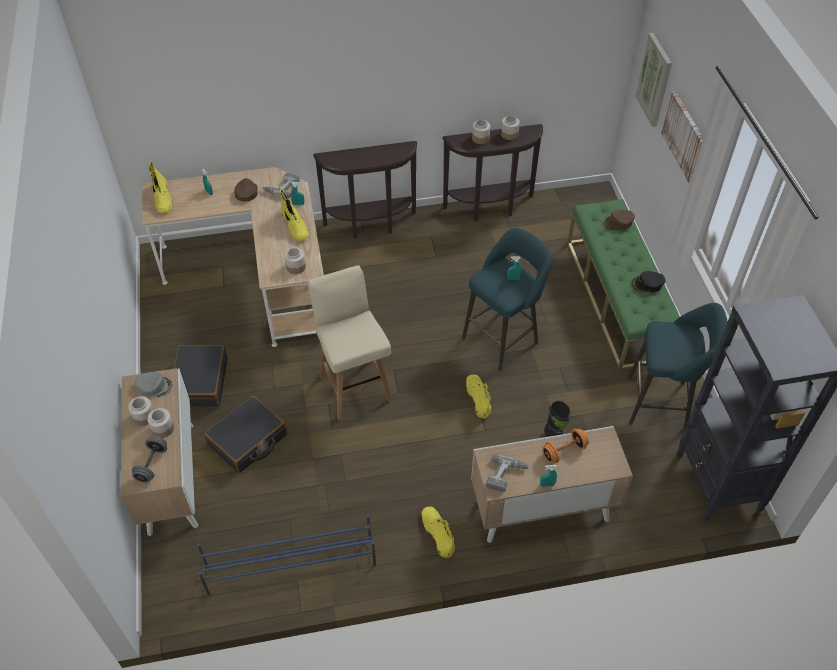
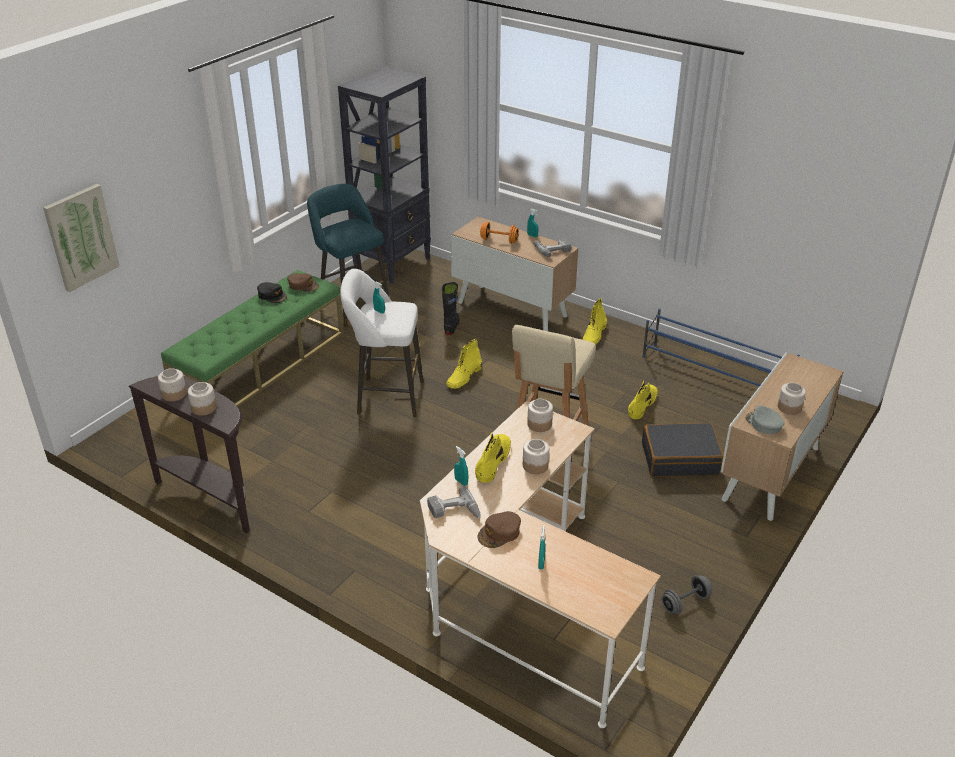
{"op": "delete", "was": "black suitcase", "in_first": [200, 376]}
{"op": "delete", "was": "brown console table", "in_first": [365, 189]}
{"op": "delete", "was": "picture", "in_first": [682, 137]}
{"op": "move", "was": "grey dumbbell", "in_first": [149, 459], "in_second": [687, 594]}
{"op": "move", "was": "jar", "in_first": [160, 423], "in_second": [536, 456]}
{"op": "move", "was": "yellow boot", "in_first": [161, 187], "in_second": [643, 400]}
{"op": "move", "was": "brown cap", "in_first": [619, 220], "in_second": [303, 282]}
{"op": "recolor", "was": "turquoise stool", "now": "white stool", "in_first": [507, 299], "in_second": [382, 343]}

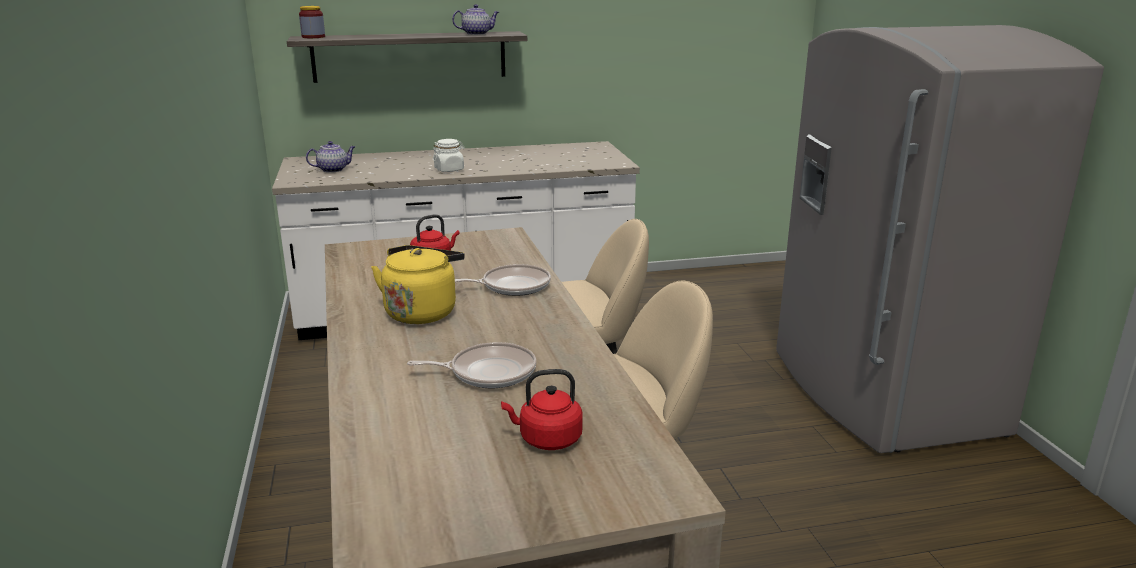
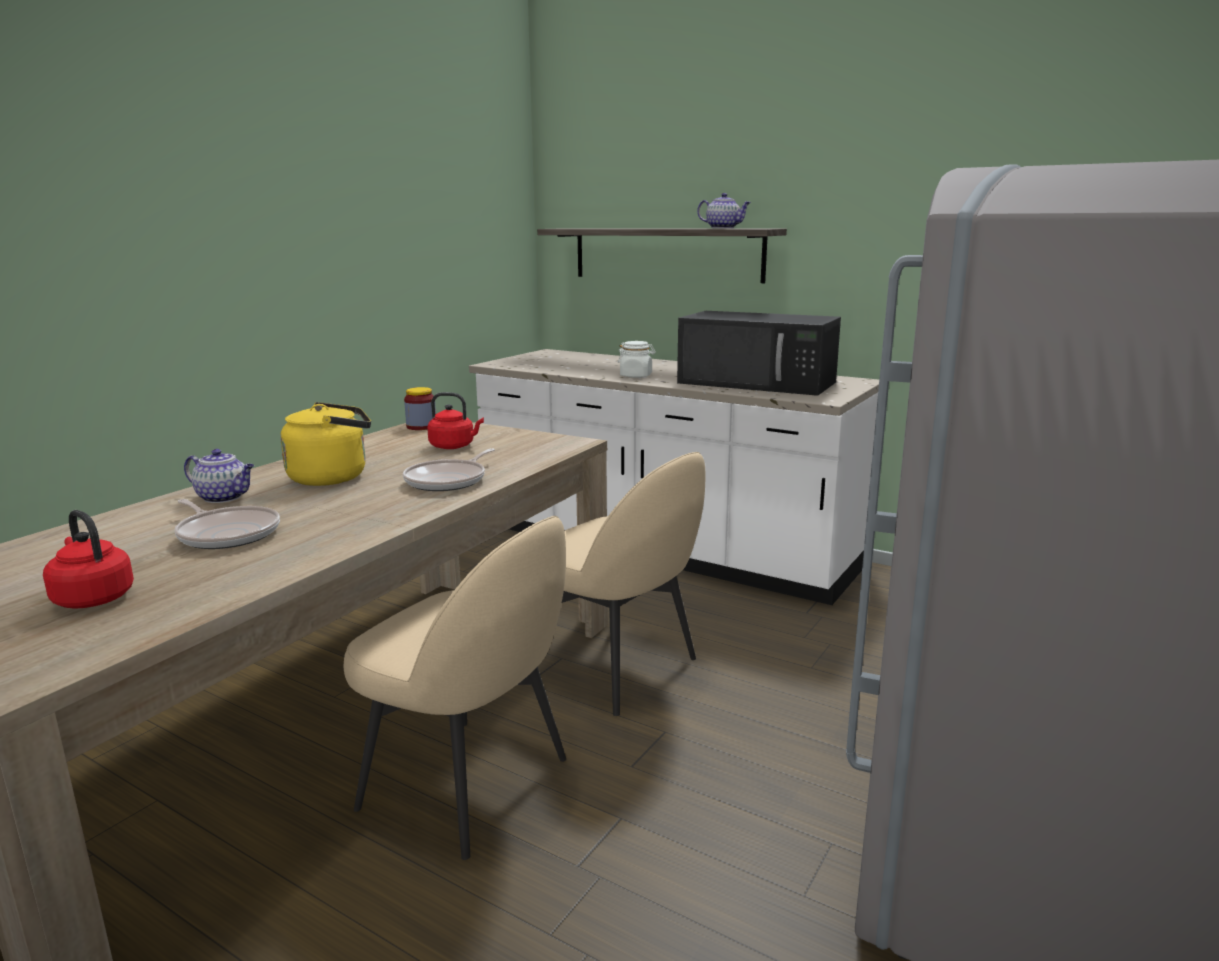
{"op": "insert", "now": "black microwave", "in_second": [759, 353]}
{"op": "move", "was": "jar", "in_first": [312, 22], "in_second": [420, 408]}
{"op": "move", "was": "teapot", "in_first": [330, 157], "in_second": [219, 476]}
{"op": "rotate", "was": "frying pan", "in_first": [503, 280], "in_second": [449, 469], "clockwise": 90}

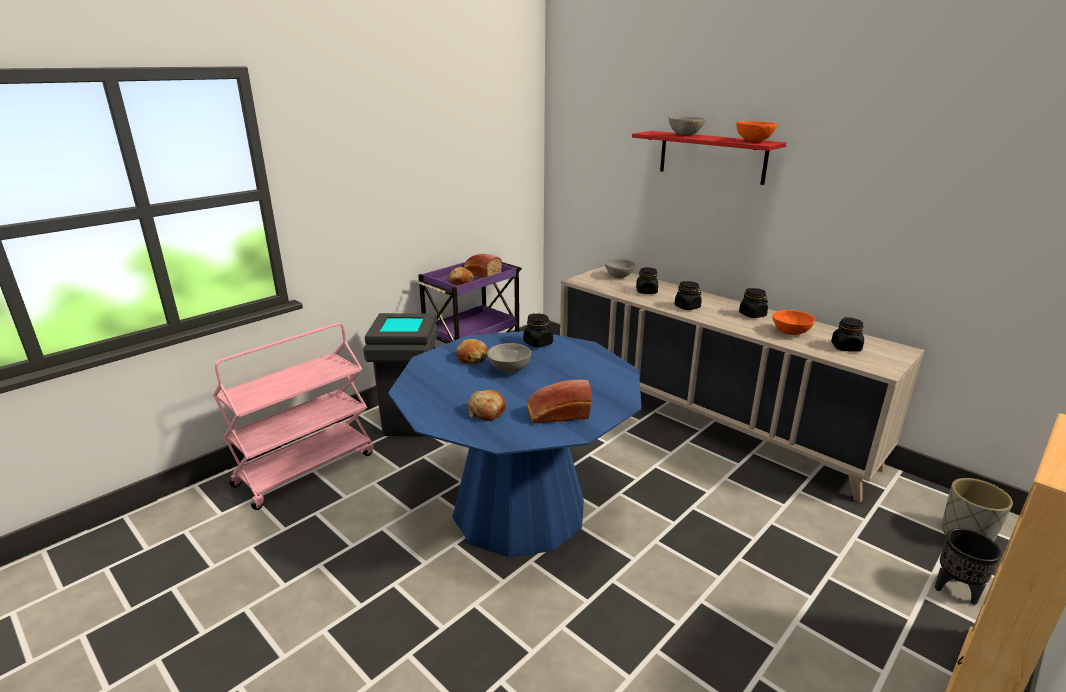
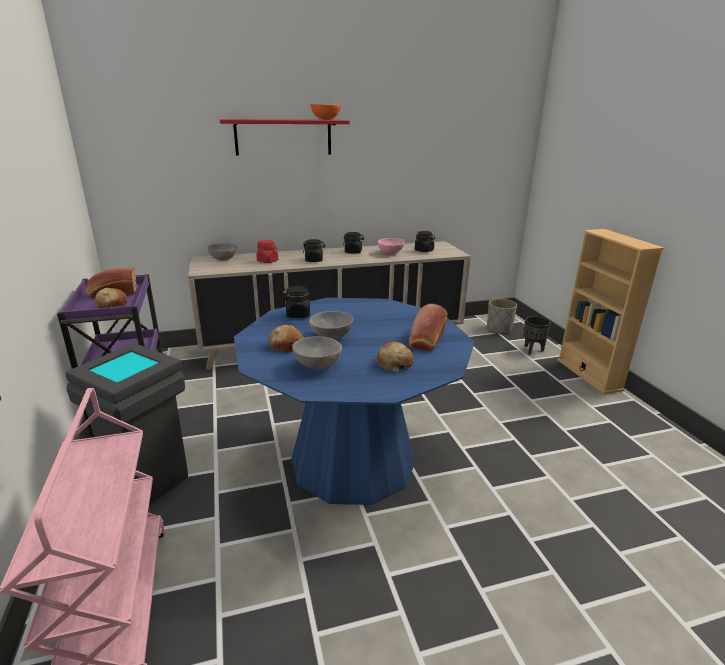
{"op": "move", "was": "grey bowl", "in_first": [687, 126], "in_second": [317, 352]}
{"op": "recolor", "was": "black jar", "now": "red jar", "in_first": [647, 280], "in_second": [267, 251]}
{"op": "recolor", "was": "orange bowl", "now": "pink bowl", "in_first": [793, 322], "in_second": [391, 246]}

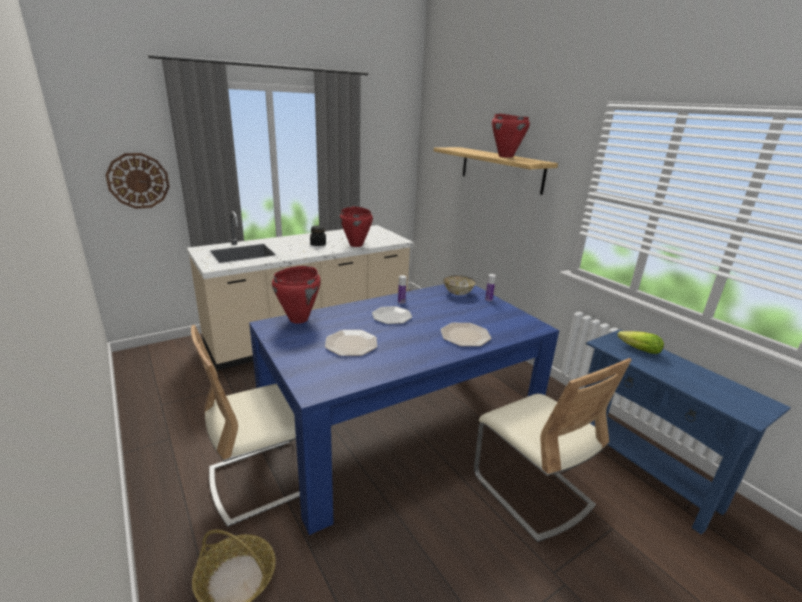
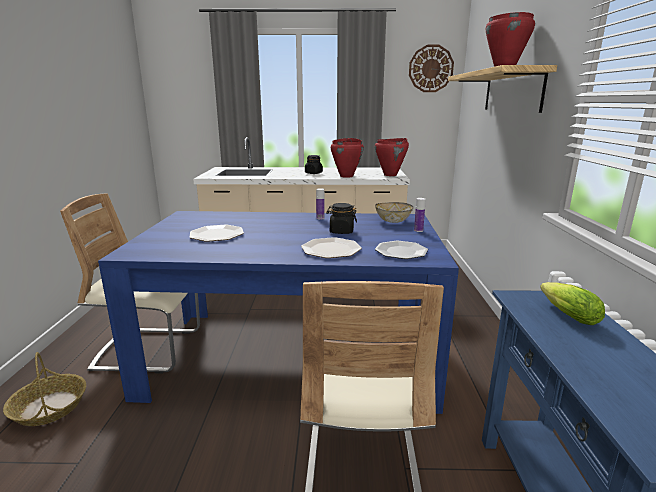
{"op": "insert", "now": "black jar", "in_second": [341, 218]}
{"op": "move", "was": "wall clock", "in_first": [138, 181], "in_second": [431, 68]}
{"op": "move", "was": "red cooking pot", "in_first": [296, 294], "in_second": [392, 157]}
{"op": "move", "was": "plate", "in_first": [392, 315], "in_second": [401, 250]}

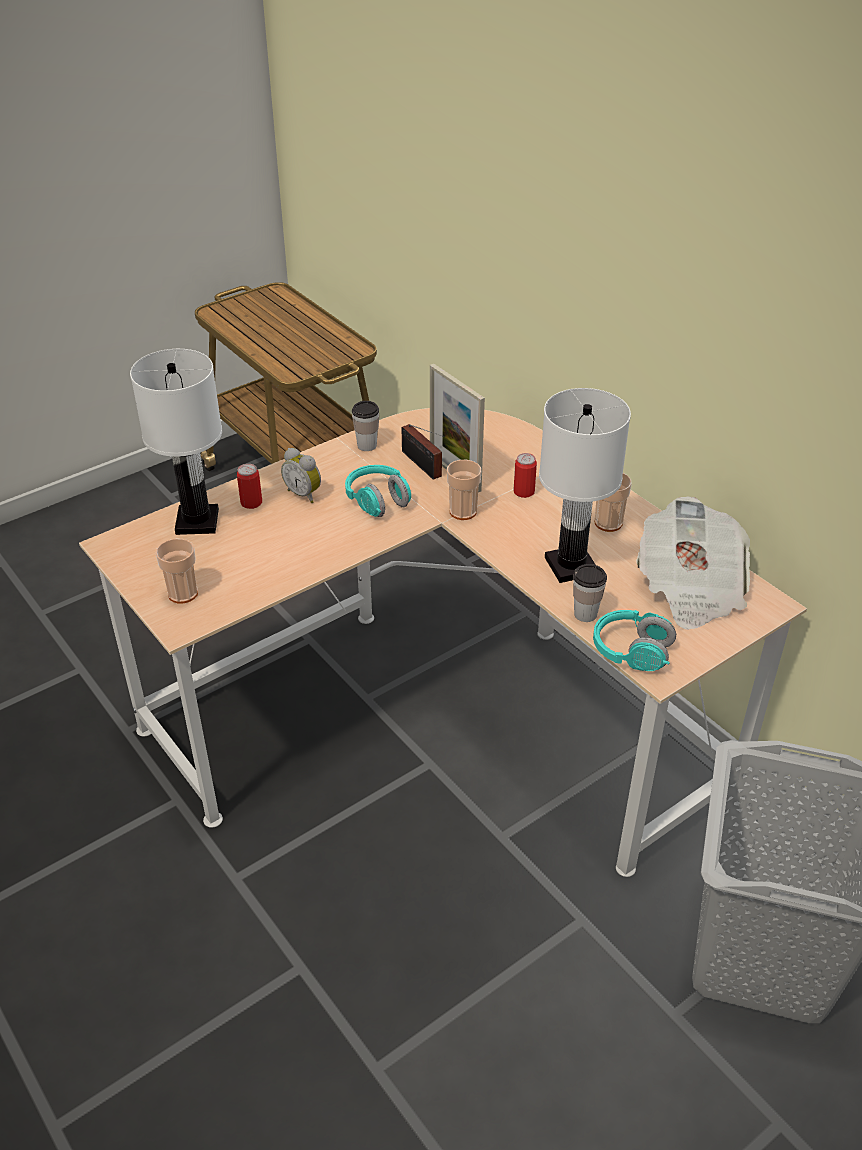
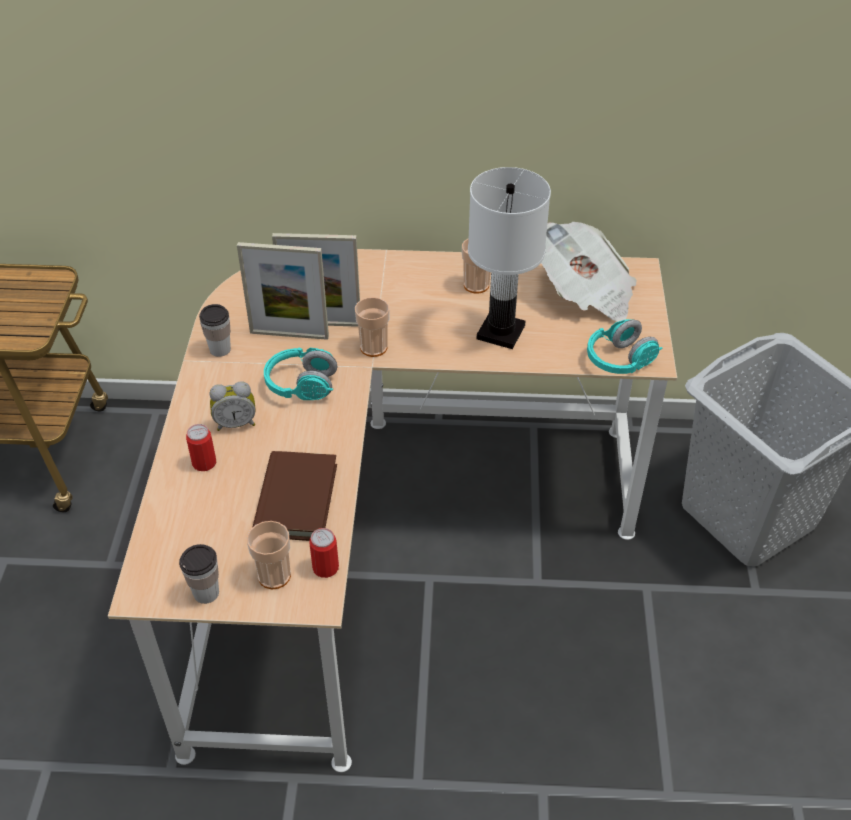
{"op": "delete", "was": "white table lamp", "in_first": [176, 442]}
{"op": "insert", "now": "brown book", "in_second": [294, 496]}
{"op": "move", "was": "can", "in_first": [525, 475], "in_second": [324, 553]}
{"op": "move", "was": "cup", "in_first": [590, 593], "in_second": [199, 574]}
{"op": "replace", "was": "radio", "now": "picture frame", "in_first": [423, 452], "in_second": [283, 291]}

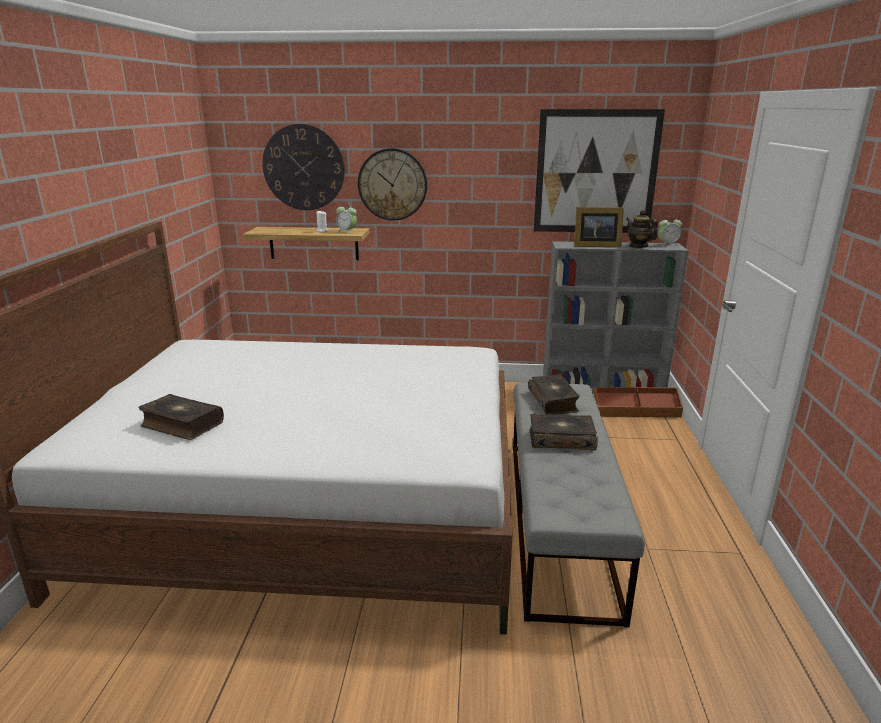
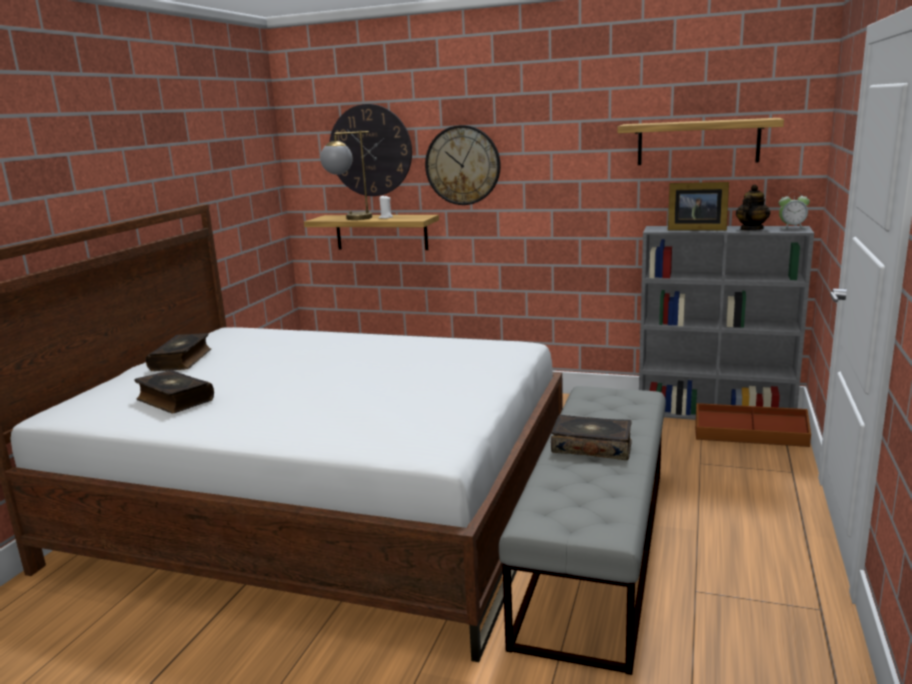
{"op": "delete", "was": "alarm clock", "in_first": [346, 218]}
{"op": "insert", "now": "table lamp", "in_second": [346, 175]}
{"op": "move", "was": "book", "in_first": [554, 394], "in_second": [178, 352]}
{"op": "replace", "was": "picture", "now": "shelf", "in_first": [599, 171], "in_second": [701, 141]}
{"op": "rotate", "was": "teapot", "in_first": [642, 229], "in_second": [753, 207], "clockwise": 60}

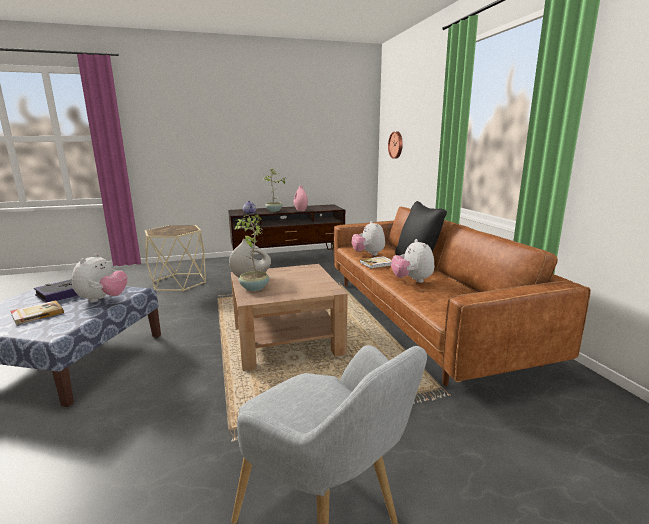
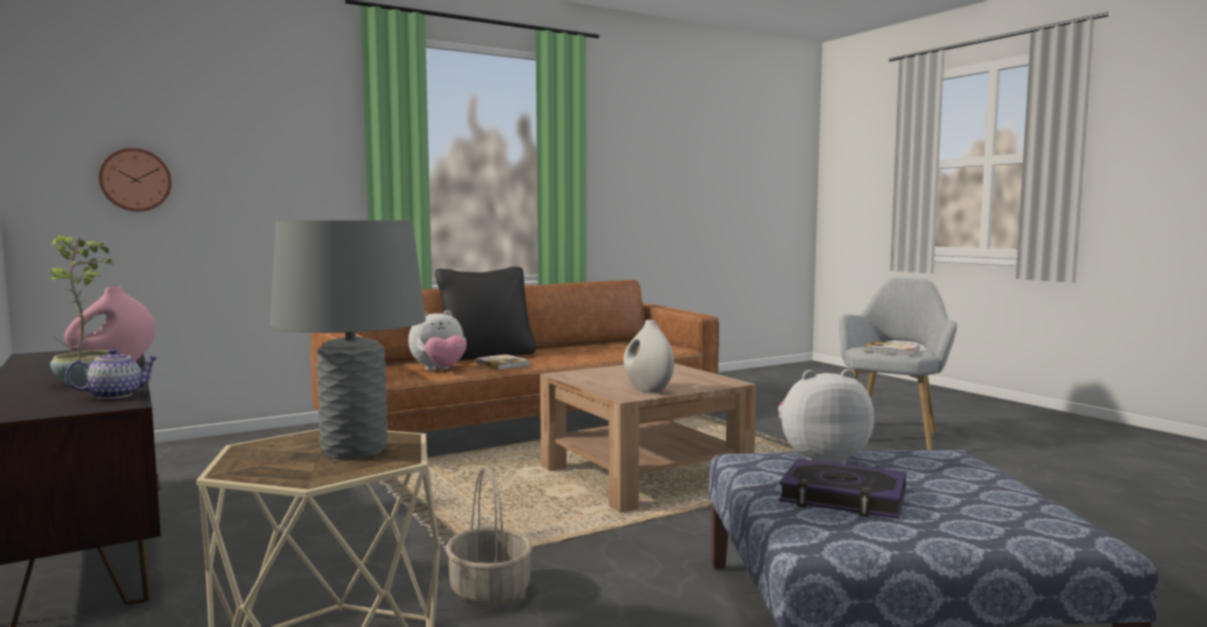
{"op": "delete", "was": "potted plant", "in_first": [252, 253]}
{"op": "delete", "was": "plush toy", "in_first": [412, 261]}
{"op": "insert", "now": "grey table lamp", "in_second": [348, 339]}
{"op": "insert", "now": "basket", "in_second": [489, 537]}
{"op": "move", "was": "book", "in_first": [37, 312], "in_second": [891, 348]}

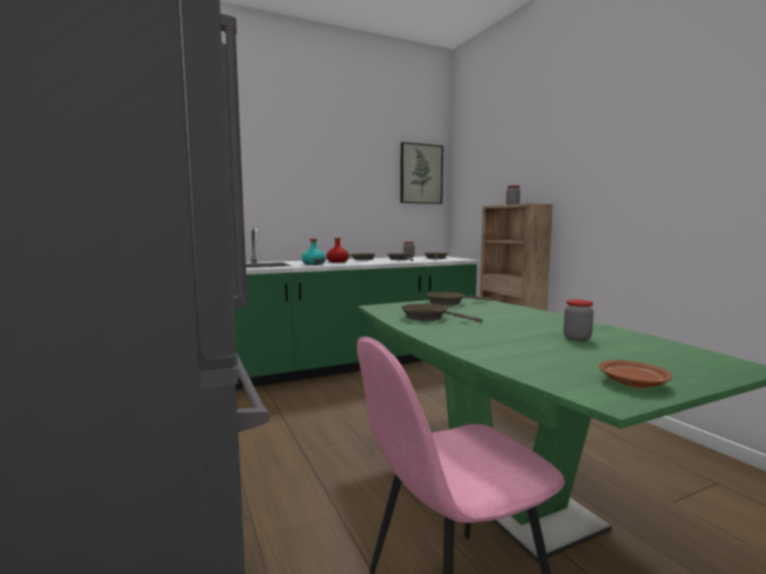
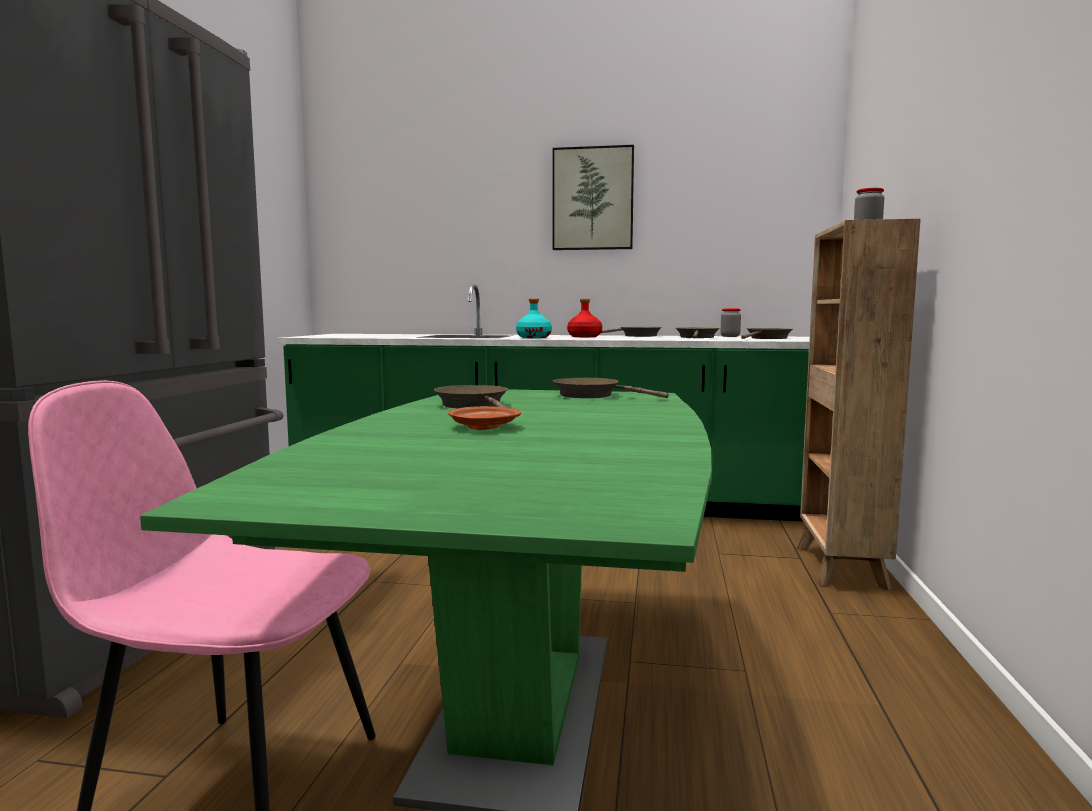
{"op": "delete", "was": "jar", "in_first": [578, 320]}
{"op": "move", "was": "picture", "in_first": [421, 173], "in_second": [593, 197]}
{"op": "move", "was": "brown plate", "in_first": [635, 374], "in_second": [484, 418]}

